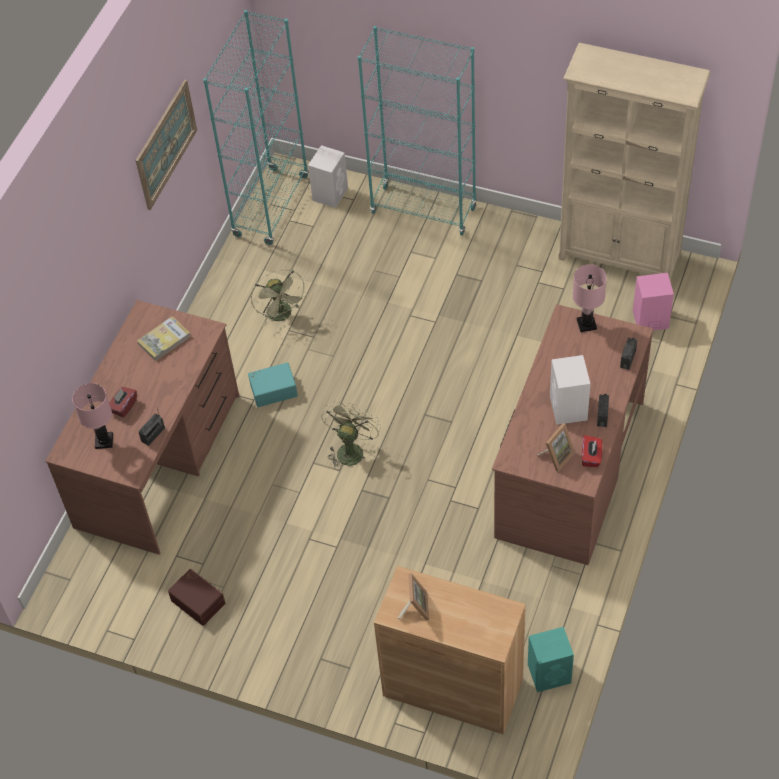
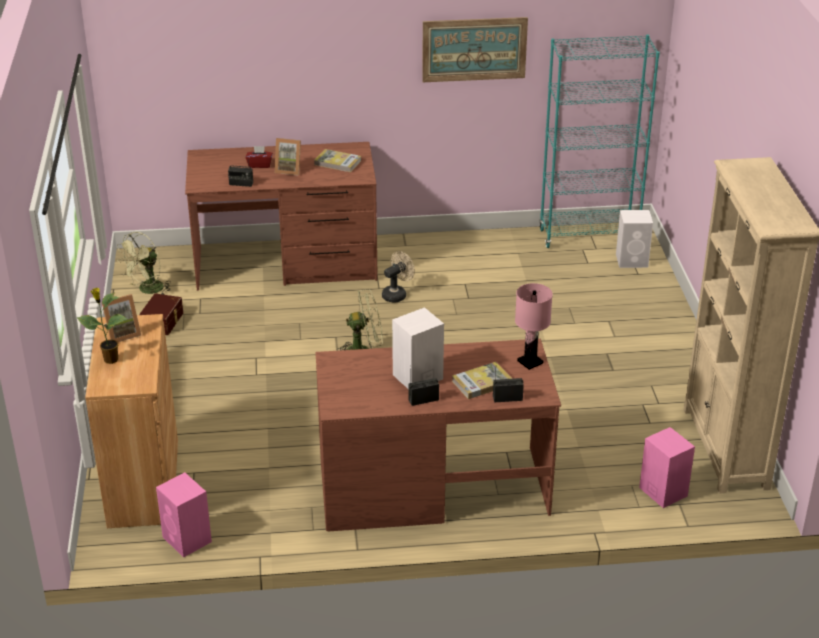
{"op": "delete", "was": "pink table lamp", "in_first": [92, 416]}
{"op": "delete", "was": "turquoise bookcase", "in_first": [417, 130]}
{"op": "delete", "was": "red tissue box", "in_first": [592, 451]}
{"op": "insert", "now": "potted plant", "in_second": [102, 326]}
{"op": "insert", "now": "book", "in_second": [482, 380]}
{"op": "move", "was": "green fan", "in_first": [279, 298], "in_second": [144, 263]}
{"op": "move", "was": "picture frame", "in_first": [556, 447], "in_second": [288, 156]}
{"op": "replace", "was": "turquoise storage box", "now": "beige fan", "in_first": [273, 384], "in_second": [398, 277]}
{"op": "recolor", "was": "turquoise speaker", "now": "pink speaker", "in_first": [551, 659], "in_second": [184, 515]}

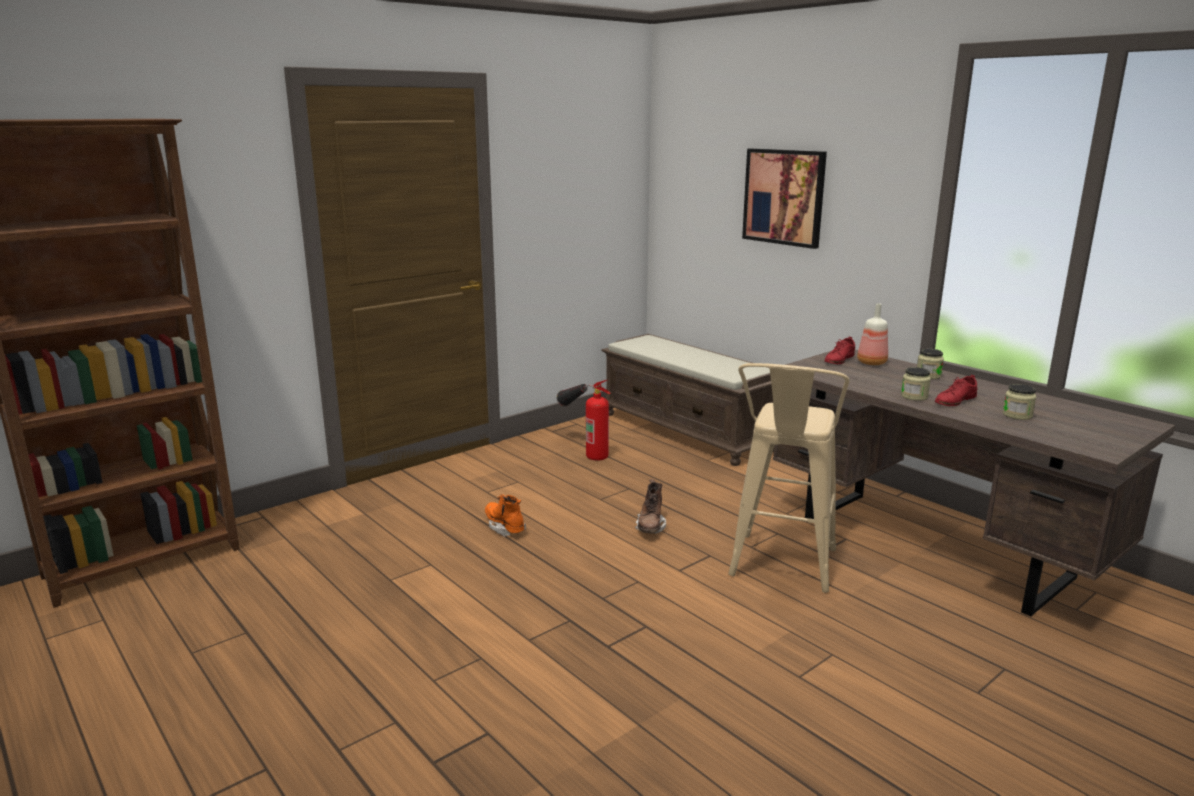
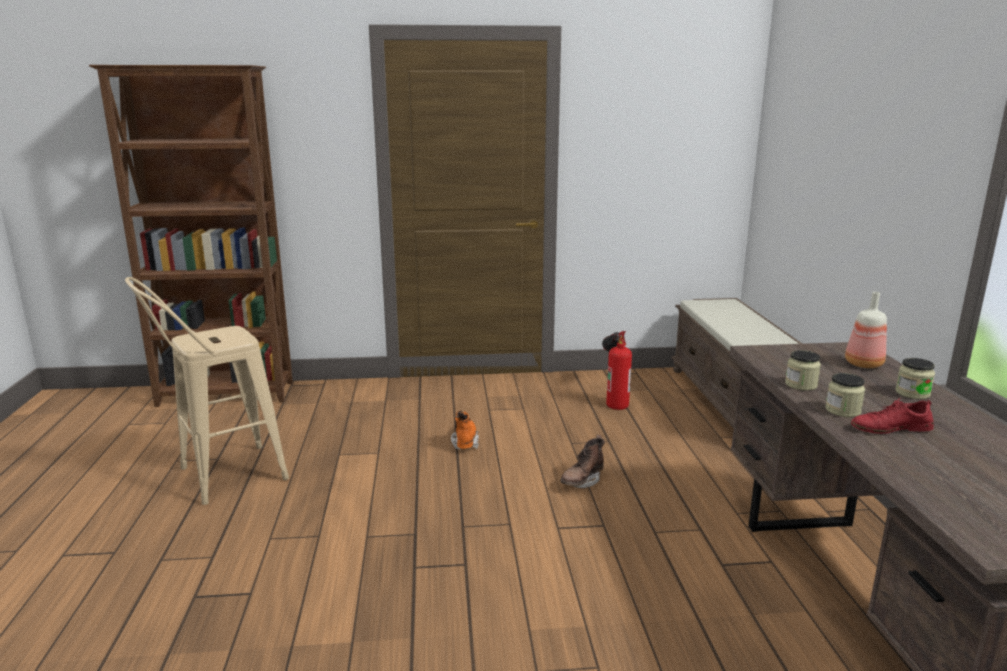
{"op": "delete", "was": "picture", "in_first": [784, 198]}
{"op": "delete", "was": "red shoe", "in_first": [840, 350]}
{"op": "move", "was": "beige stool", "in_first": [789, 478], "in_second": [207, 391]}
{"op": "move", "was": "jar", "in_first": [1020, 402], "in_second": [803, 370]}

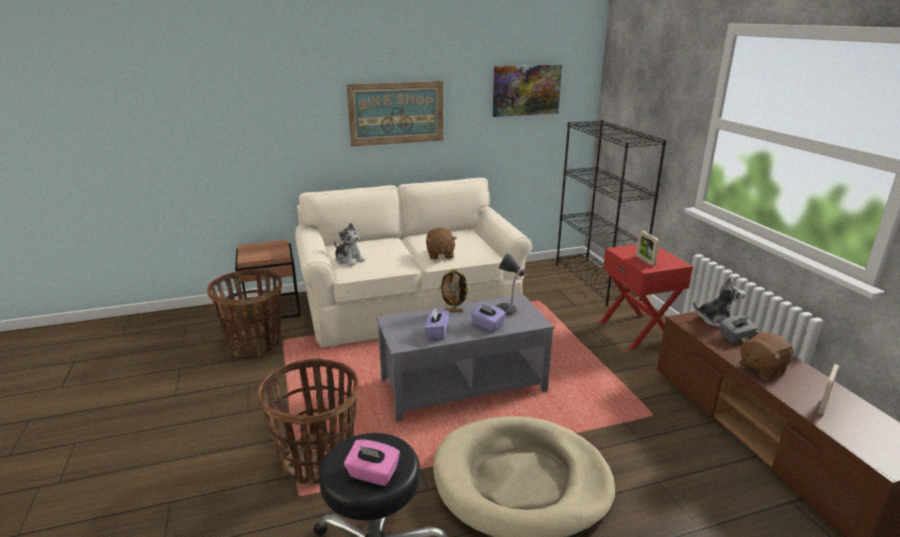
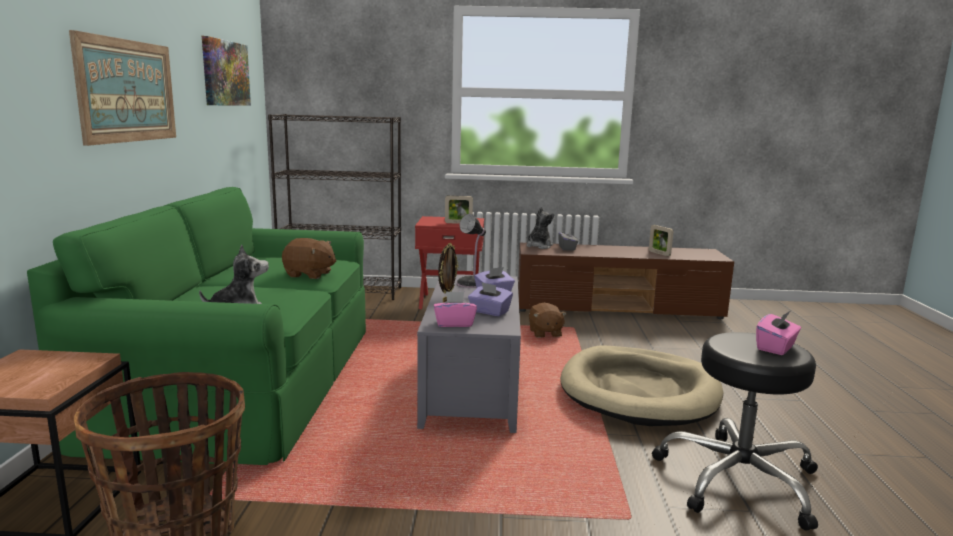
{"op": "delete", "was": "basket", "in_first": [308, 421]}
{"op": "insert", "now": "pink tissue box", "in_second": [455, 309]}
{"op": "move", "was": "brown plush toy", "in_first": [766, 356], "in_second": [548, 320]}
{"op": "recolor", "was": "beige sofa", "now": "green sofa", "in_first": [413, 263], "in_second": [196, 326]}

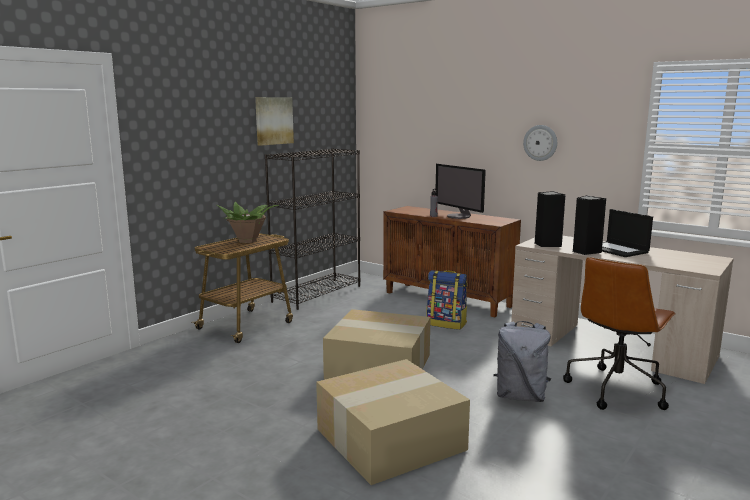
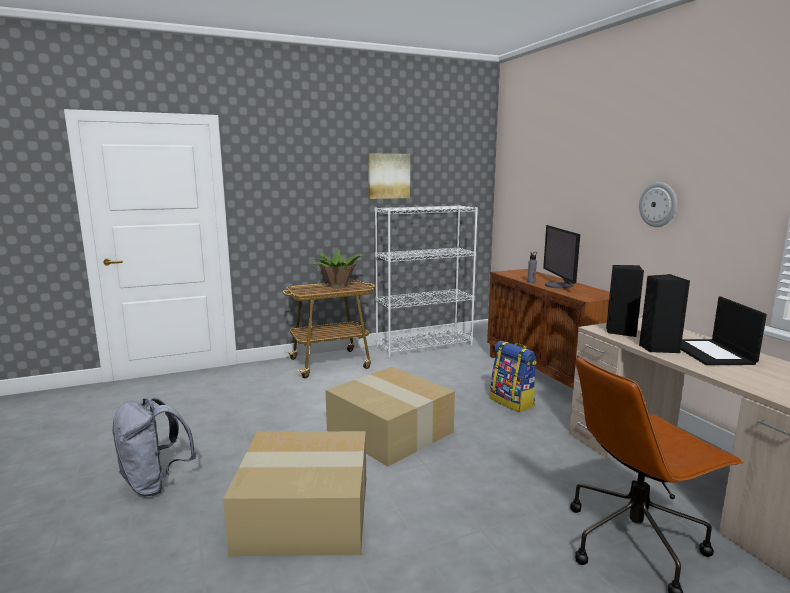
{"op": "move", "was": "grey backpack", "in_first": [522, 361], "in_second": [154, 447]}
{"op": "recolor", "was": "black bookcase", "now": "white bookcase", "in_first": [312, 229], "in_second": [426, 281]}

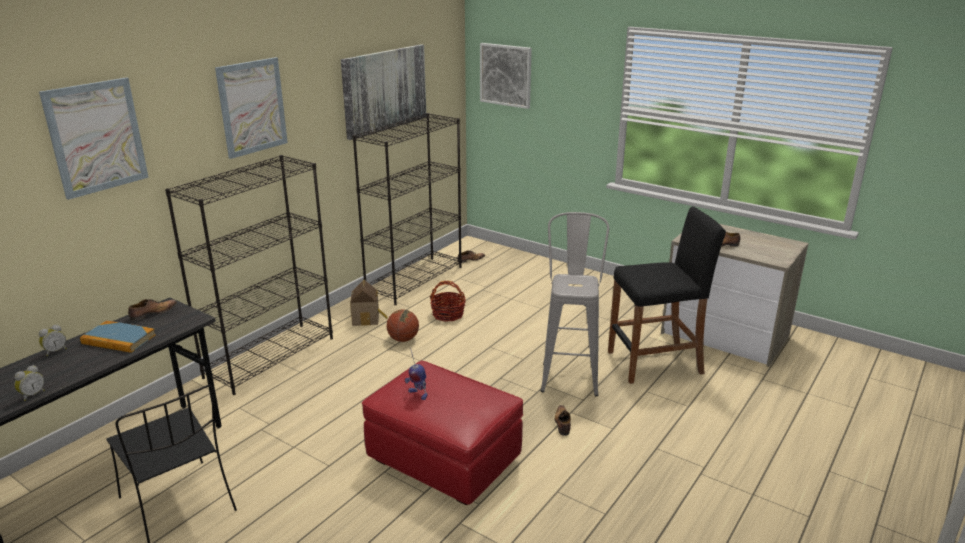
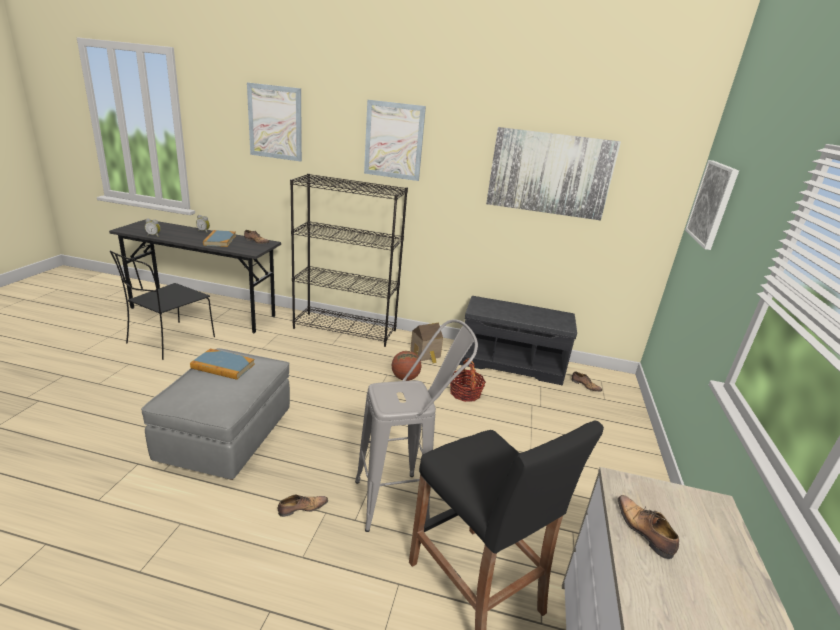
{"op": "replace", "was": "black bookcase", "now": "grey bench", "in_first": [407, 209], "in_second": [518, 341]}
{"op": "replace", "was": "toy robot", "now": "book", "in_first": [416, 374], "in_second": [222, 364]}
{"op": "recolor", "was": "red ottoman", "now": "grey ottoman", "in_first": [442, 432], "in_second": [215, 414]}

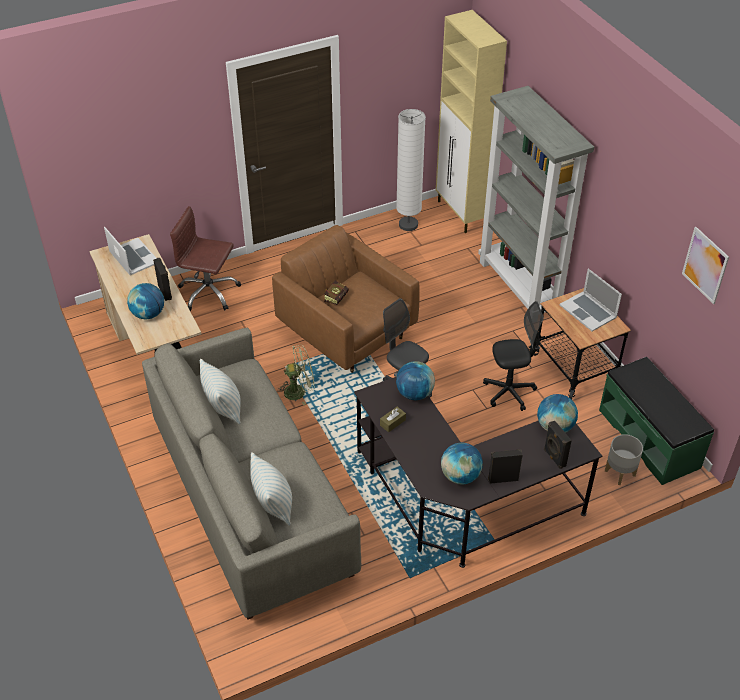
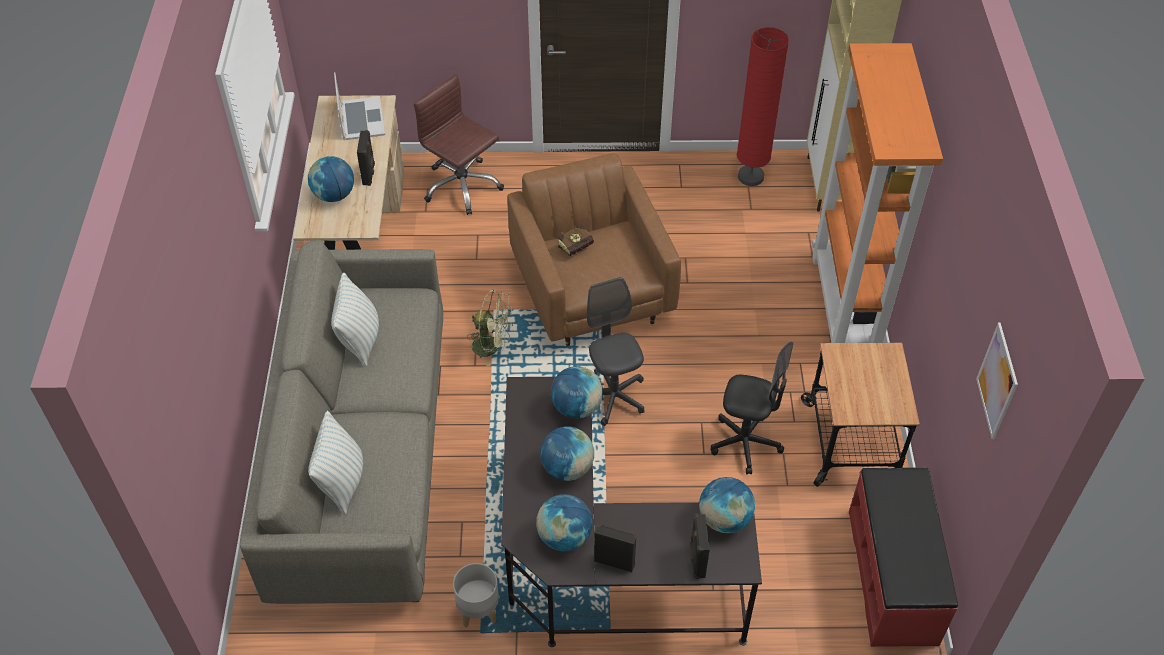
{"op": "delete", "was": "brown tissue box", "in_first": [393, 419]}
{"op": "delete", "was": "laptop", "in_first": [591, 300]}
{"op": "insert", "now": "globe", "in_second": [567, 453]}
{"op": "move", "was": "grey planter", "in_first": [624, 459], "in_second": [476, 595]}
{"op": "recolor", "was": "white floor lamp", "now": "red floor lamp", "in_first": [411, 170], "in_second": [763, 106]}
{"op": "recolor", "was": "grey bookcase", "now": "orange bookcase", "in_first": [536, 199], "in_second": [877, 193]}
{"op": "recolor", "was": "green bench", "now": "red bench", "in_first": [656, 421], "in_second": [903, 557]}

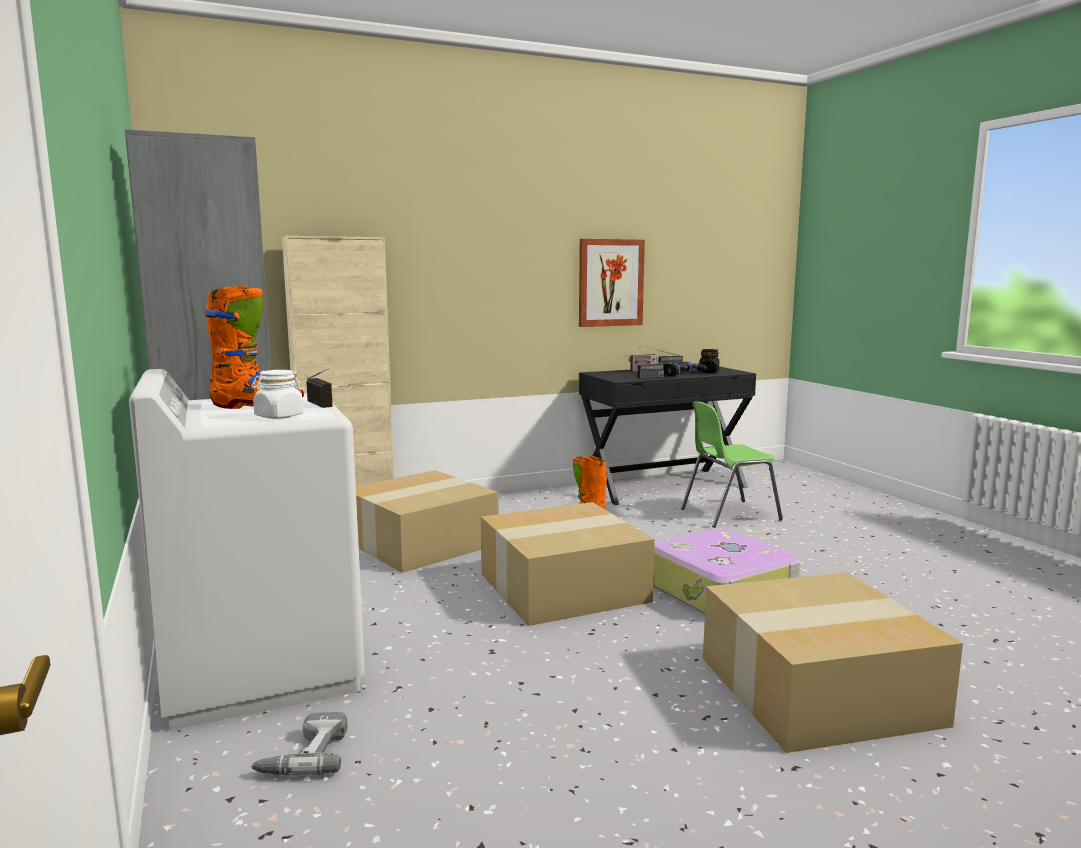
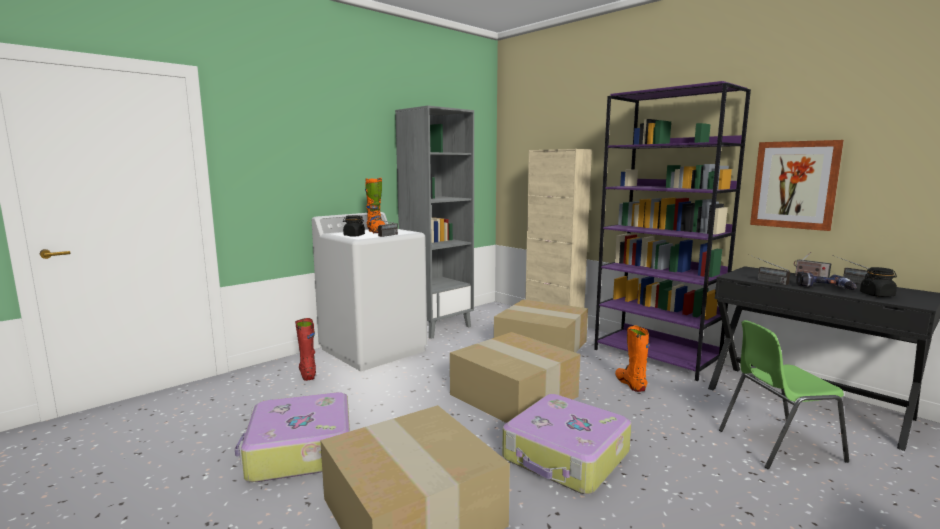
{"op": "insert", "now": "suitcase", "in_second": [292, 437]}
{"op": "insert", "now": "purple bookcase", "in_second": [672, 231]}
{"op": "replace", "was": "power drill", "now": "red boot", "in_first": [299, 744], "in_second": [305, 349]}
{"op": "recolor", "was": "white jar", "now": "black jar", "in_first": [278, 394], "in_second": [354, 226]}
{"op": "rotate", "was": "green chair", "in_first": [732, 464], "in_second": [784, 394], "clockwise": -60}

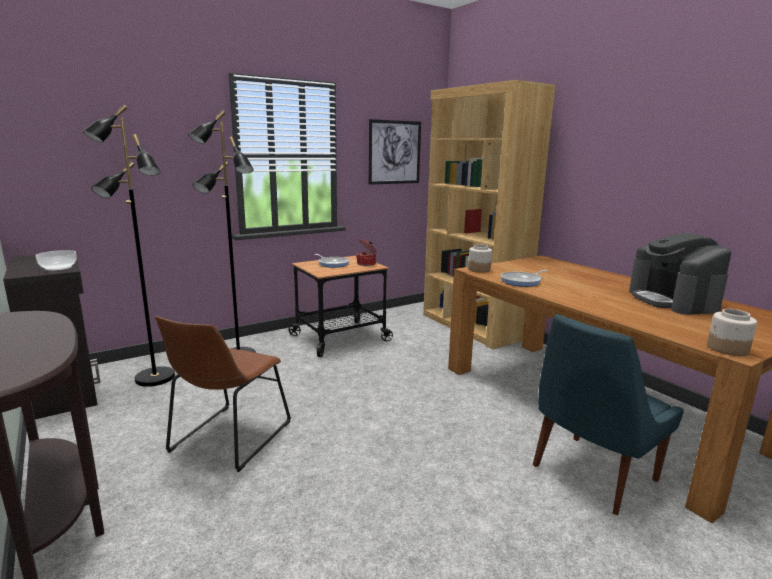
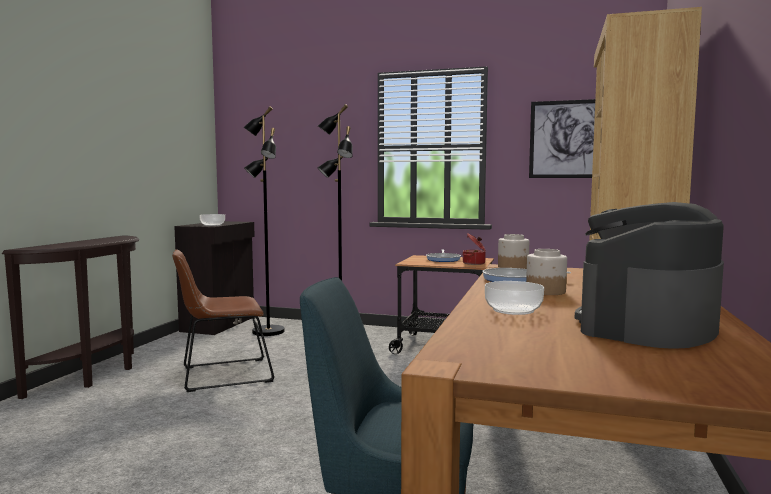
{"op": "insert", "now": "bowl", "in_second": [514, 298]}
{"op": "move", "was": "jar", "in_first": [732, 332], "in_second": [546, 272]}

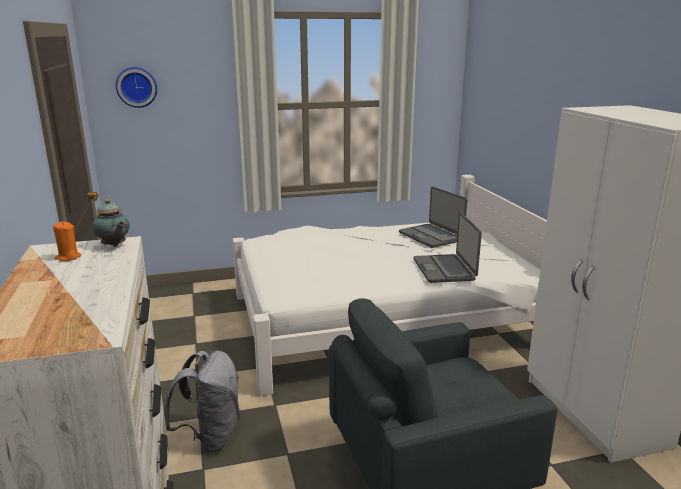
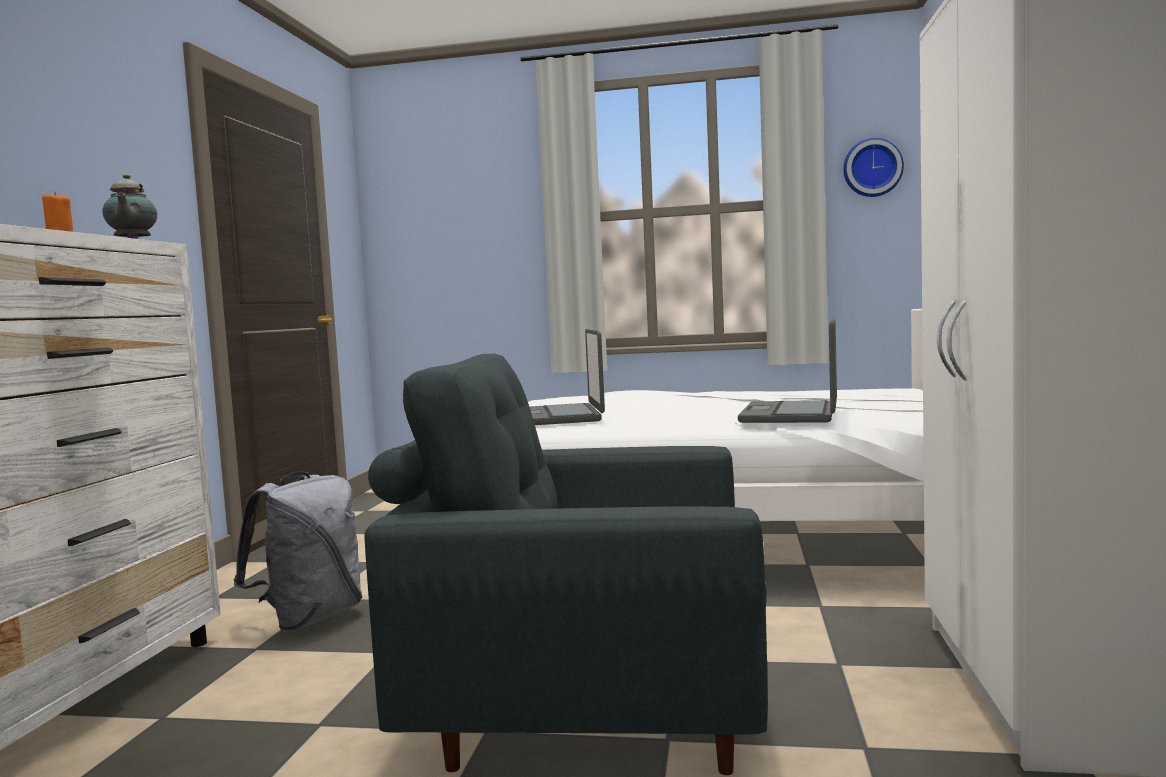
{"op": "move", "was": "wall clock", "in_first": [136, 87], "in_second": [873, 167]}
{"op": "move", "was": "laptop", "in_first": [433, 217], "in_second": [567, 377]}

